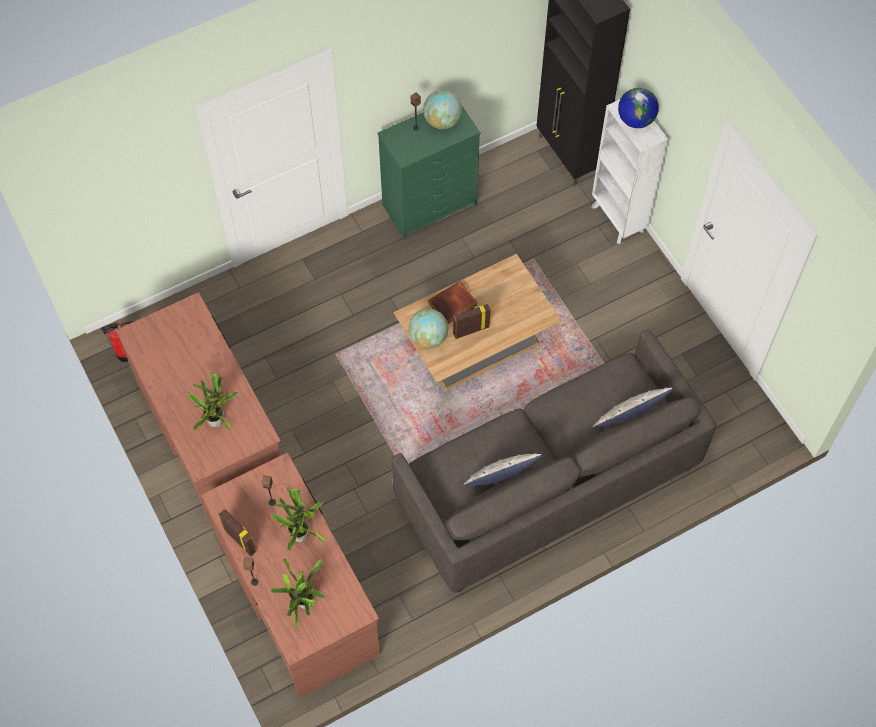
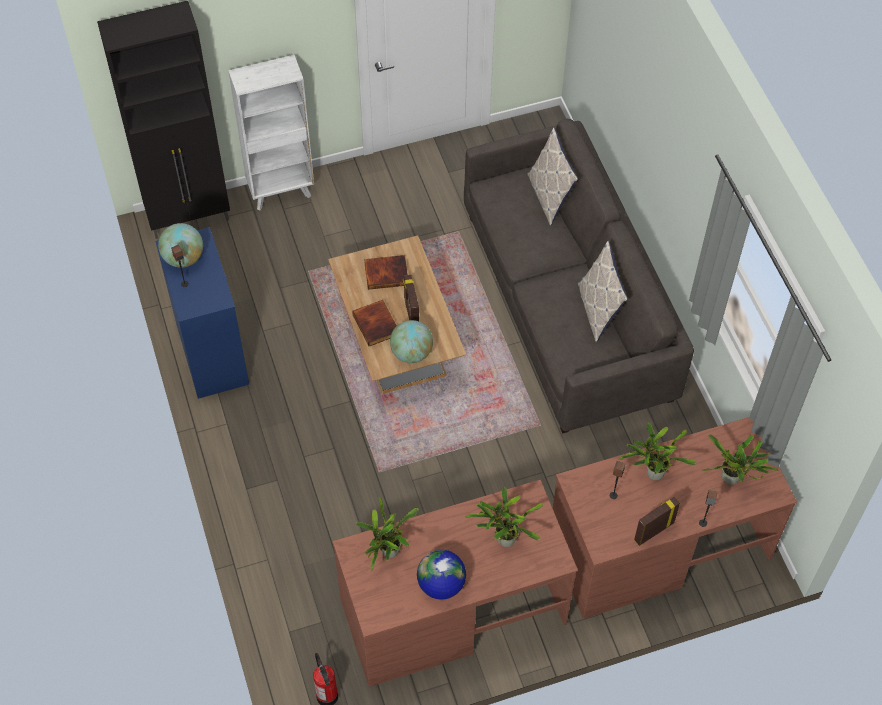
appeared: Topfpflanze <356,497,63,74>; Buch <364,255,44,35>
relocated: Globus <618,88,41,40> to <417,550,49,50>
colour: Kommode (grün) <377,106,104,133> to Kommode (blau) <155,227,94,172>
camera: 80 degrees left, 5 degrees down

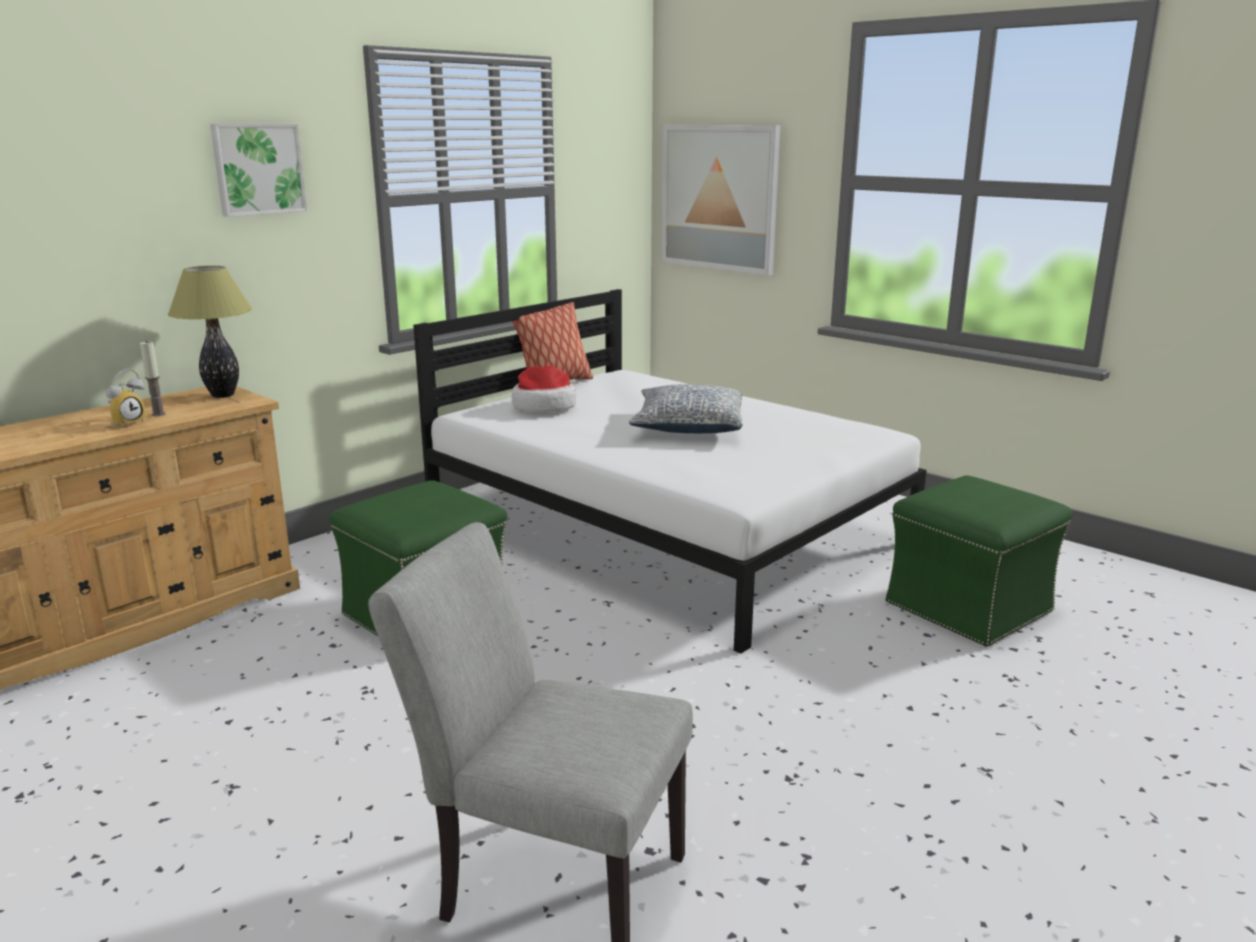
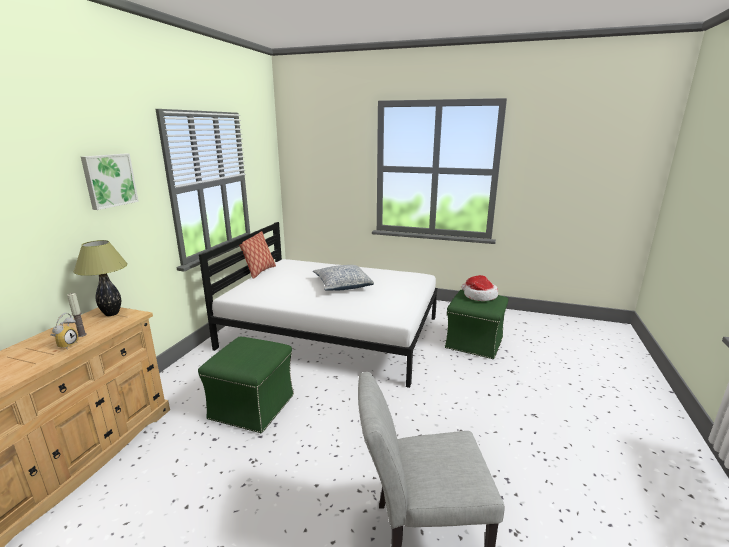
missing: Bild <662,125,118,150>
relocated: Hut <512,365,64,47> to <461,275,37,26>
camera: 25 degrees left, 0 degrees up

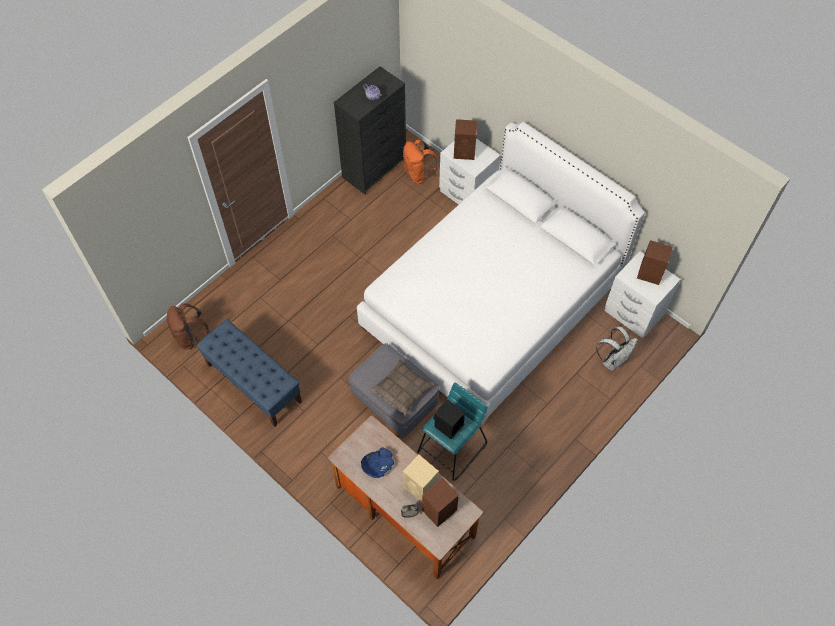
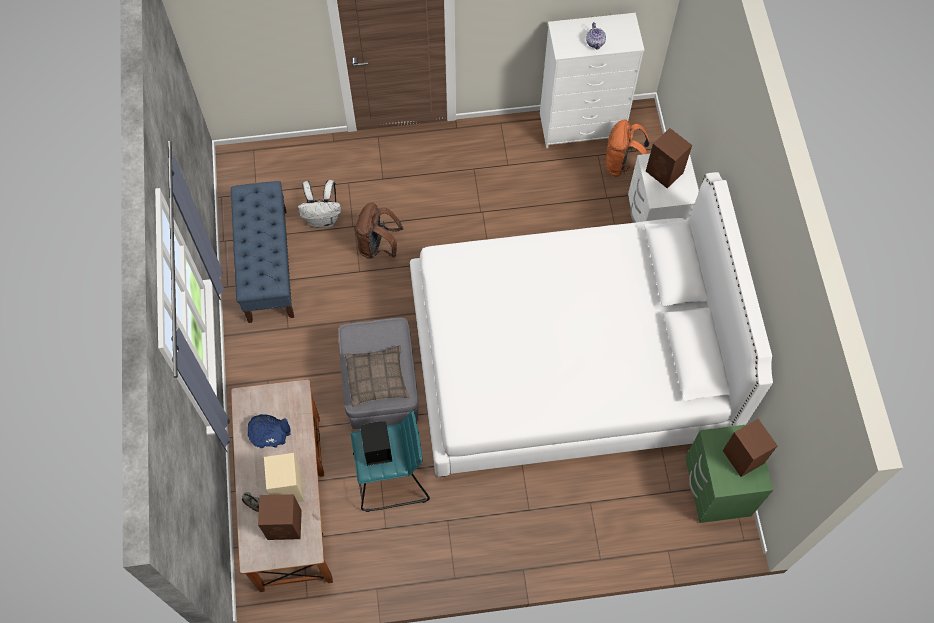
relocated: Rucksack (braun) <167,303,43,47> to <354,202,50,57>; Rucksack (weiß) <596,326,42,45> to <298,180,43,47>
colour: Kommode (schwarz) <333,66,73,128> to Kommode (weiß) <540,13,104,135>; Nachttisch (weiß) <604,251,77,87> to Nachttisch (grün) <686,424,87,99>
camera: 40 degrees right, 5 degrees up

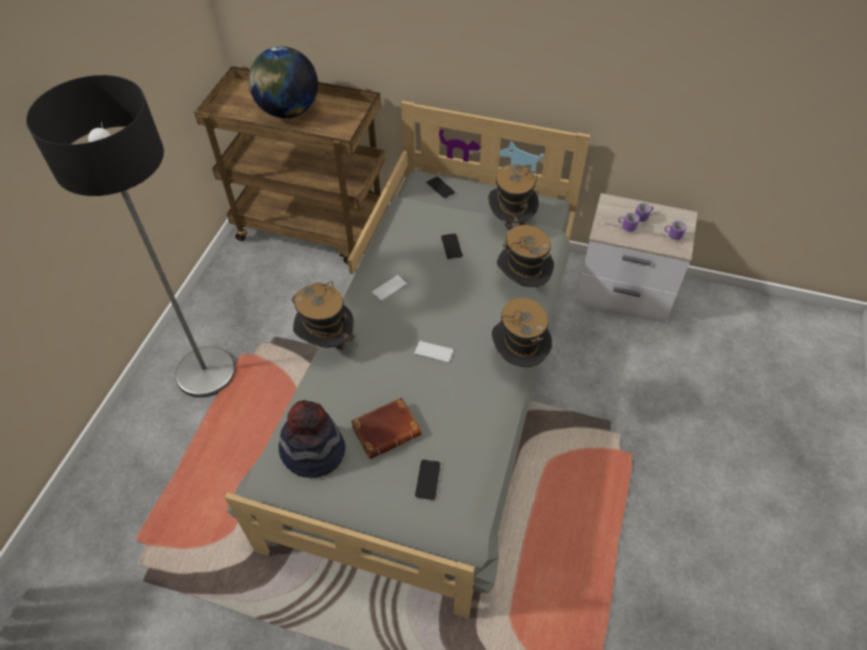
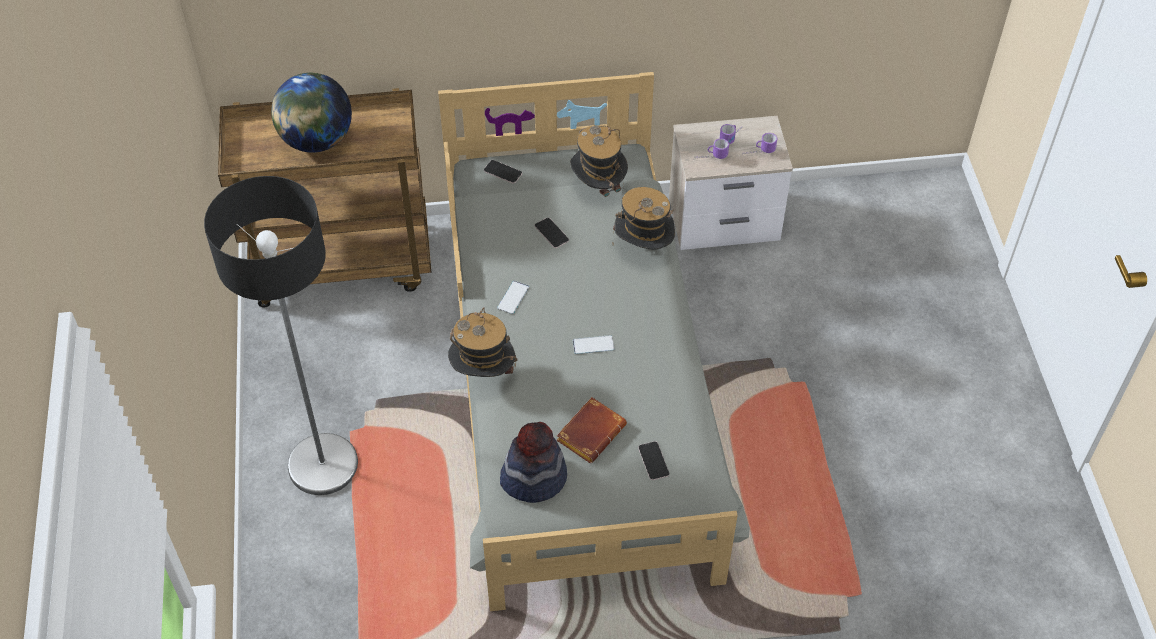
missing: Hut <492,298,60,69>
camera: 25 degrees left, 0 degrees up

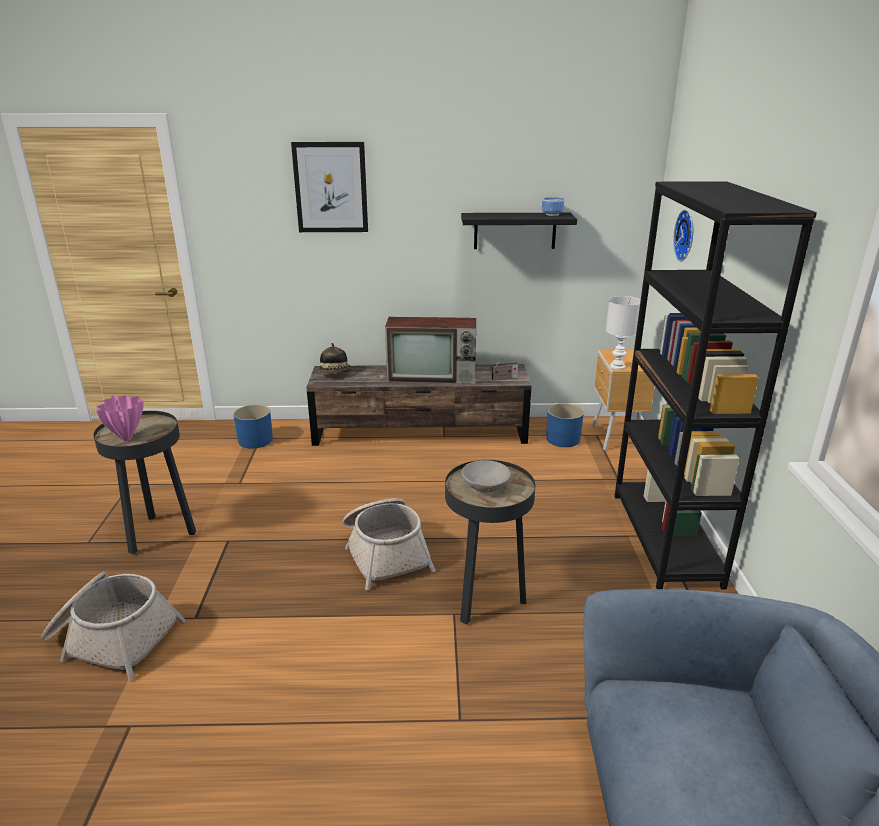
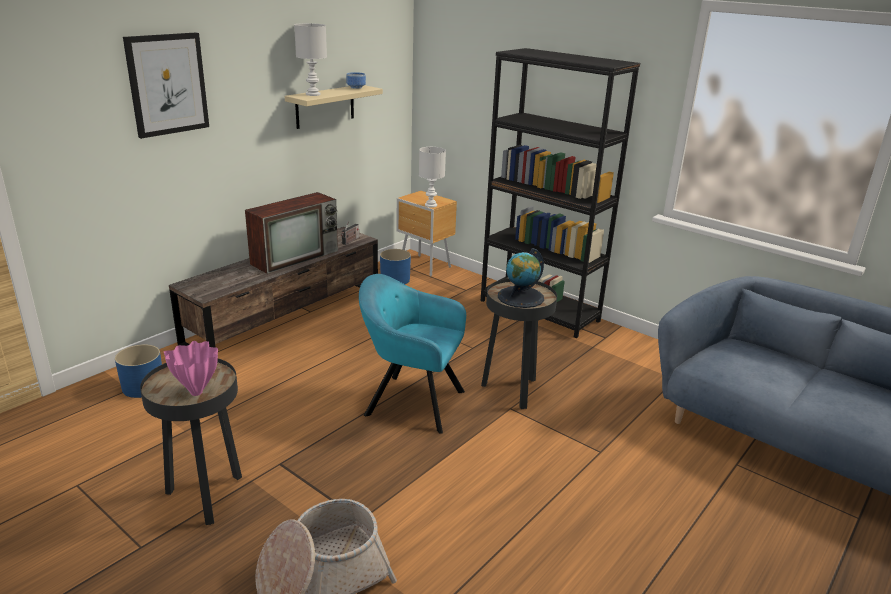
missing: Hut <318,343,33,32>; Wanduhr <673,209,20,53>
appeared: Tischlampe (weiß) <294,23,33,73>
exchanged: Korb <342,498,94,92> to Sessel (türkis) <359,274,107,160>; Schüssel (grau) <462,460,49,33> to Globus <498,248,46,60>
colour: Wandregal (schwarz) <461,213,116,36> to Wandregal (beige) <285,85,98,44>
camera: 50 degrees left, 0 degrees up

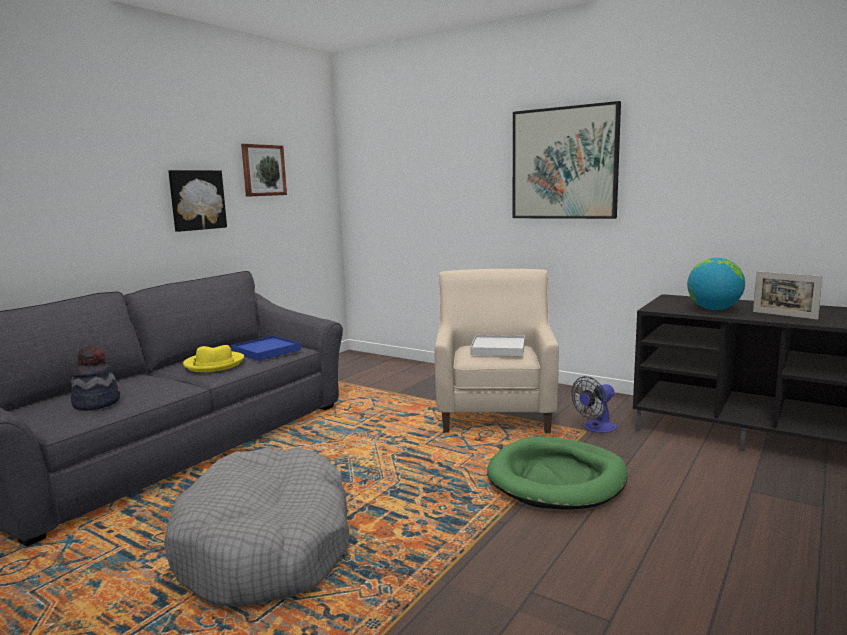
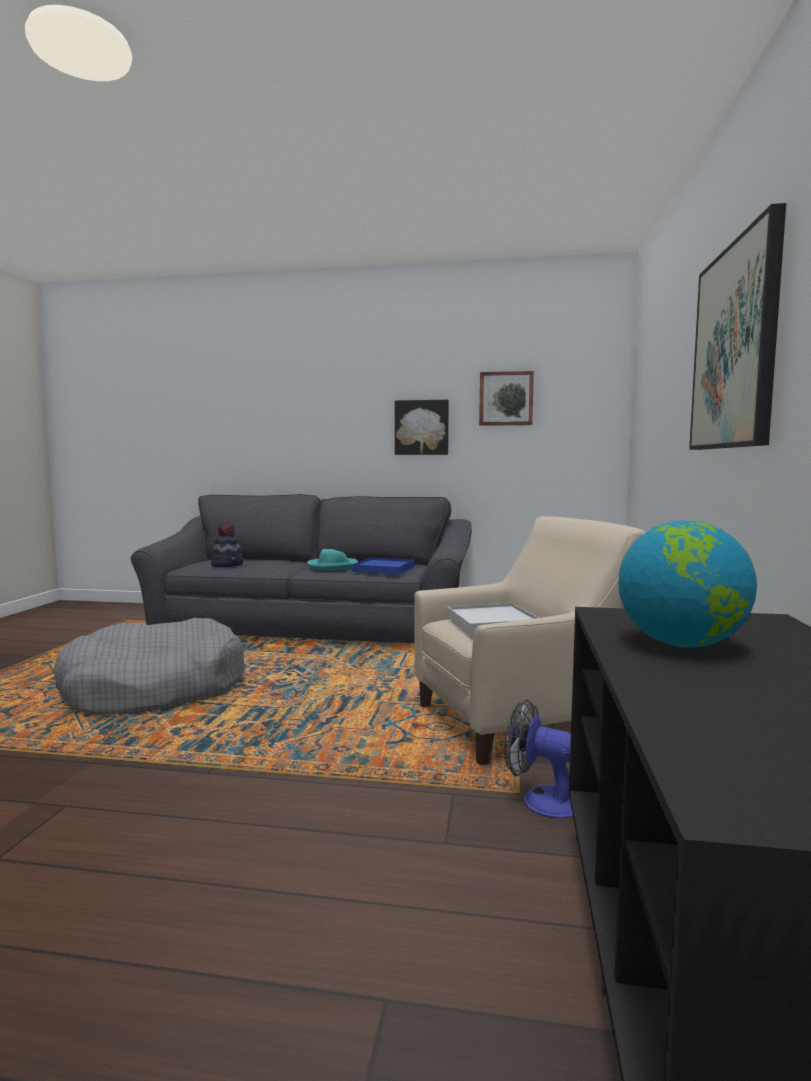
missing: Hundebett (grün) <487,436,141,74>; Bilderrahmen <753,271,70,49>
colour: Hut (gelb) <183,345,61,27> to Hut (türkis) <307,549,51,22>
camera: 65 degrees right, 5 degrees down

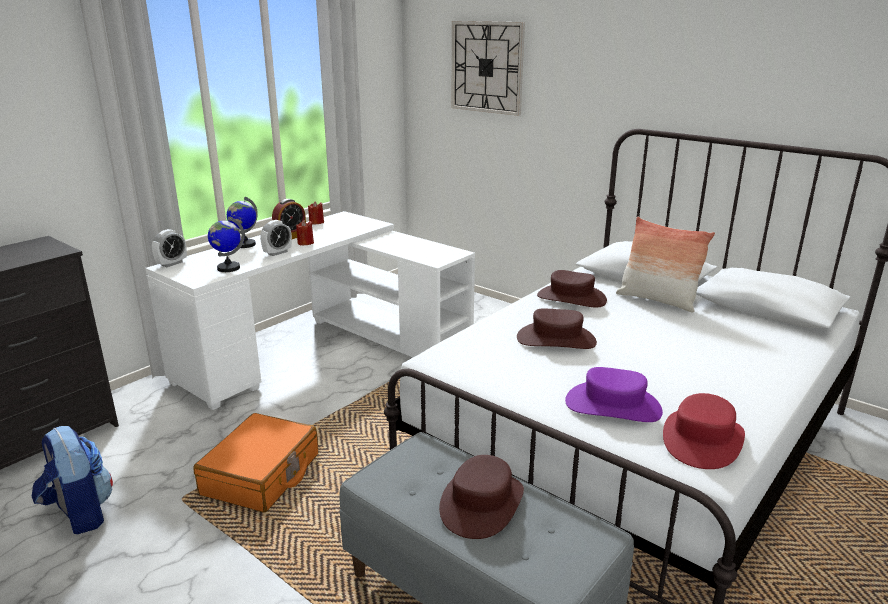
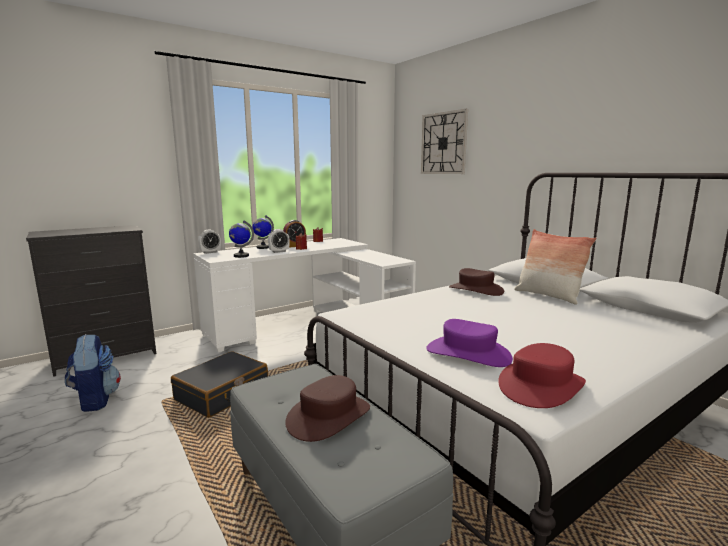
missing: Hut (braun) <517,309,80,40>
colour: Koffer (orange) <193,413,125,100> to Koffer (schwarz) <171,351,97,67>
camera: 15 degrees right, 10 degrees down

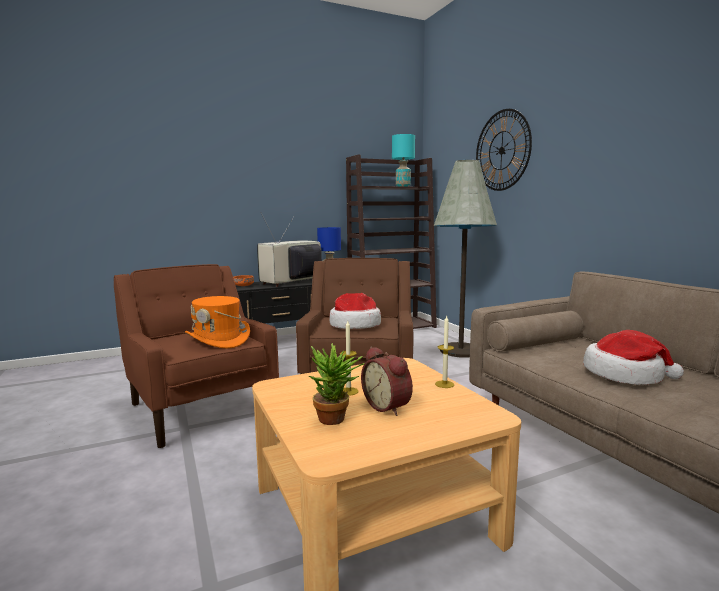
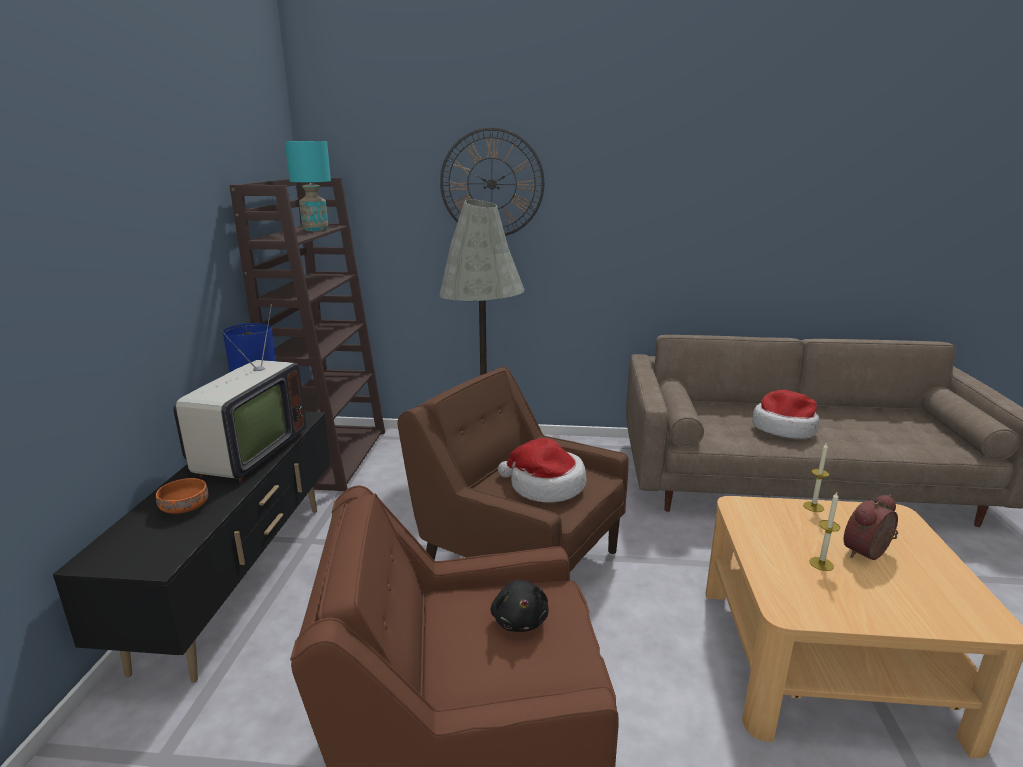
missing: Topfpflanze <309,343,56,82>
exchanged: Hut (orange) <185,296,65,53> to Plüschtier (schwarz) <490,580,58,52>
spun: Fernseher <257,213,65,74> = <173,304,133,179> 150 degrees counterclockwise; Wecker <361,347,52,69> = <844,495,54,65> 150 degrees clockwise
camera: 60 degrees left, 10 degrees up

